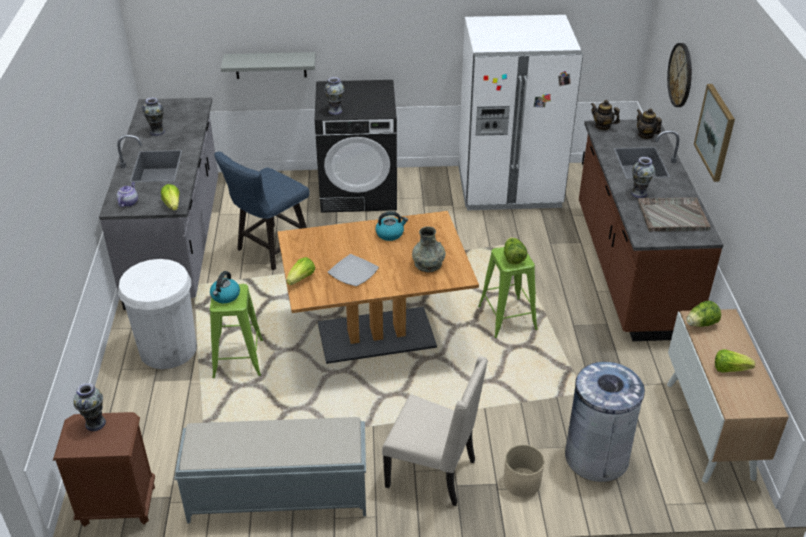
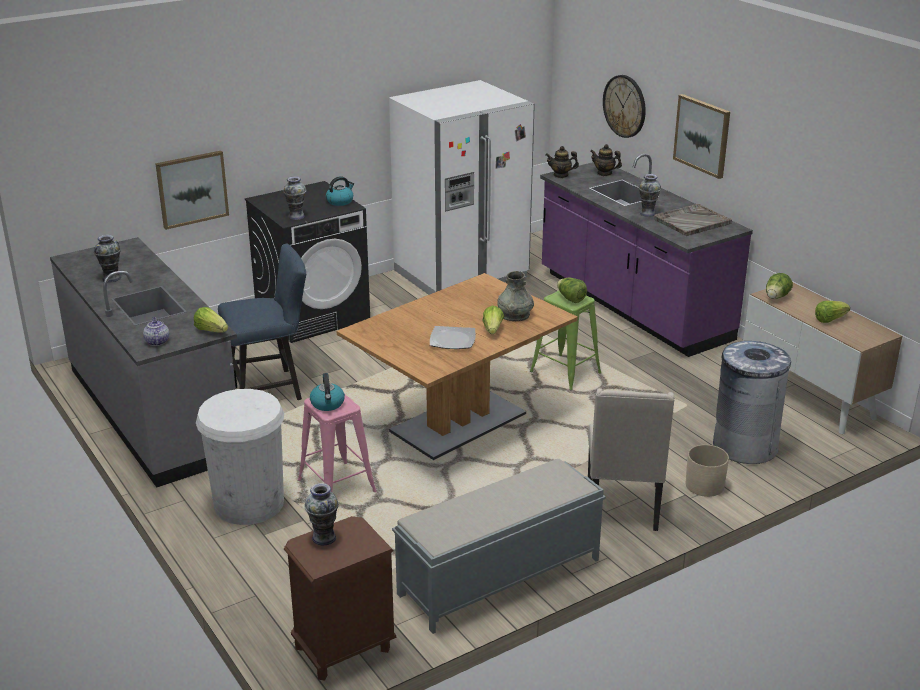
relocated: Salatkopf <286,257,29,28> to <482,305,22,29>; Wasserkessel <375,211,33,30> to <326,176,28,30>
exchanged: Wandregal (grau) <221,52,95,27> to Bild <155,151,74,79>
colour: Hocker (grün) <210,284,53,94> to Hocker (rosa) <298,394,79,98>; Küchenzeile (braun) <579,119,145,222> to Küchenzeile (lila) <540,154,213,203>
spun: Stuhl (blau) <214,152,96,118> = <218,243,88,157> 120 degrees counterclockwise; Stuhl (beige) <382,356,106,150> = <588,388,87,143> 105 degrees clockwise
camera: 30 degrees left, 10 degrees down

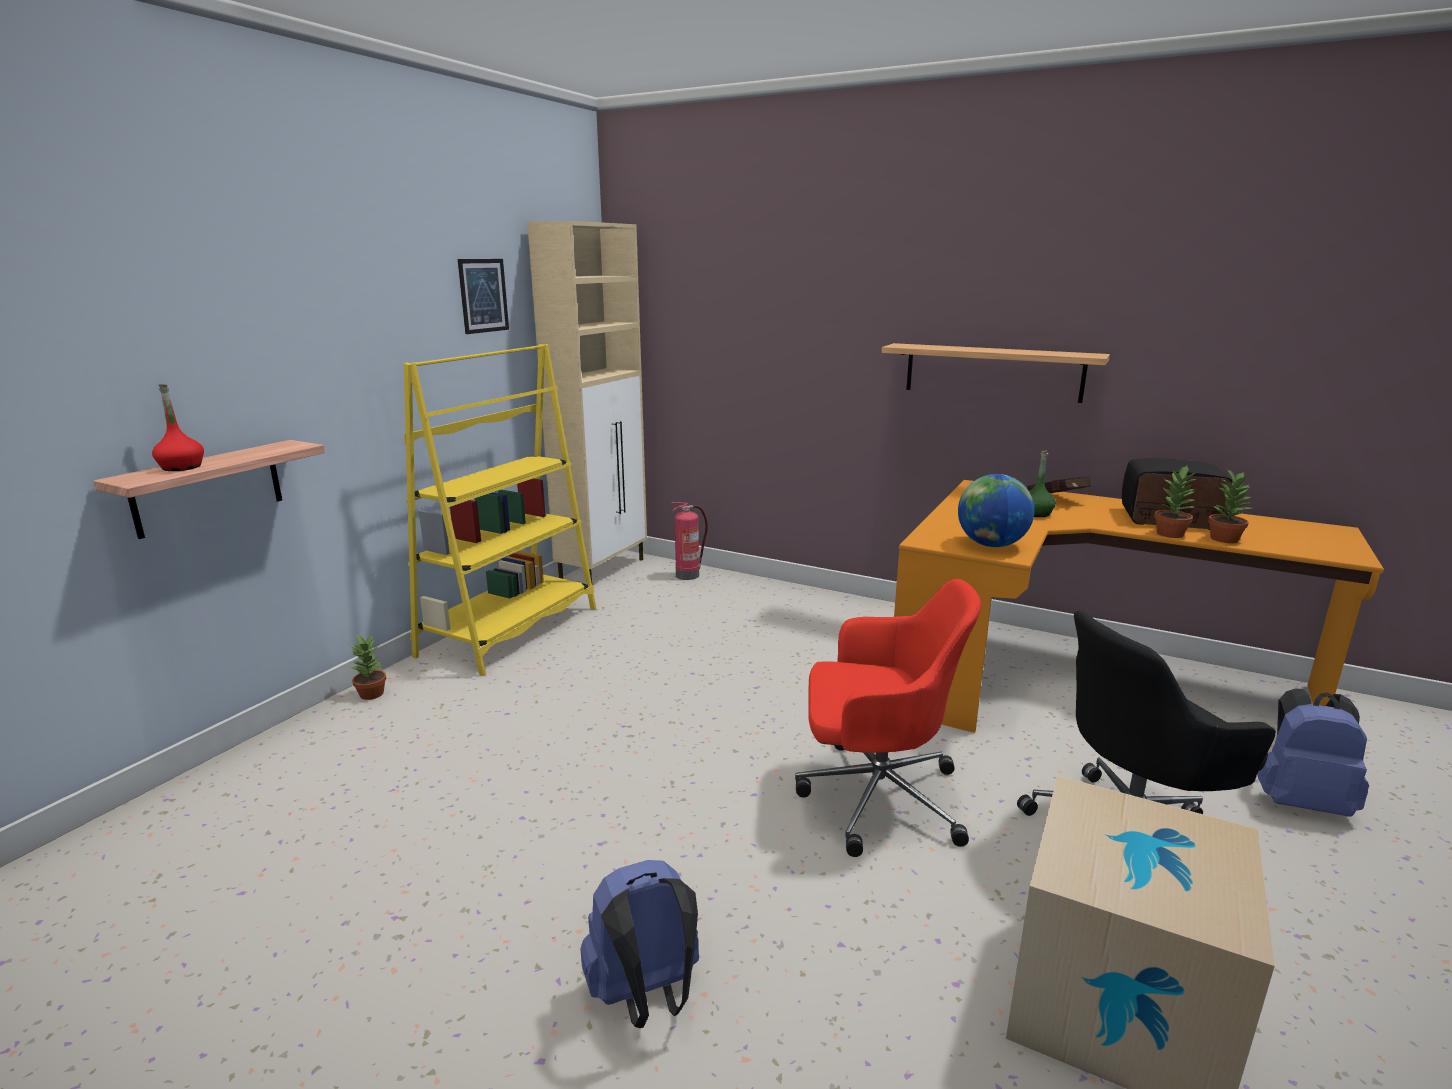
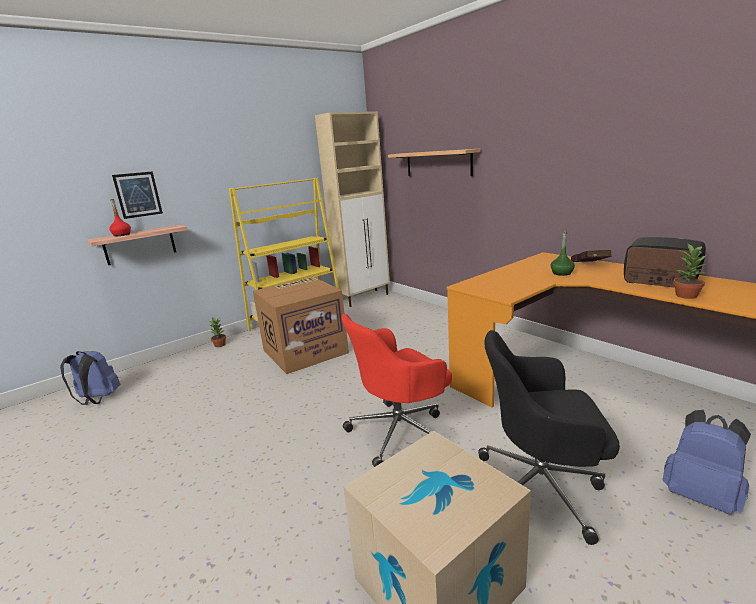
missing: Feuerlöscher <671,502,37,78>; Globus <958,474,77,73>; Topfpflanze <1154,466,42,72>
appeared: Karton <253,277,96,97>
relocated: Bild <458,259,51,75> to <112,171,51,48>; Rucksack (blau) <580,860,119,168> to <60,351,60,54>; Wandregal <882,343,228,60> to <388,149,93,27>
spun: Bürostuhl (rot) <795,579,186,278> = <342,314,110,153> 120 degrees clockwise
camera: 25 degrees right, 0 degrees up

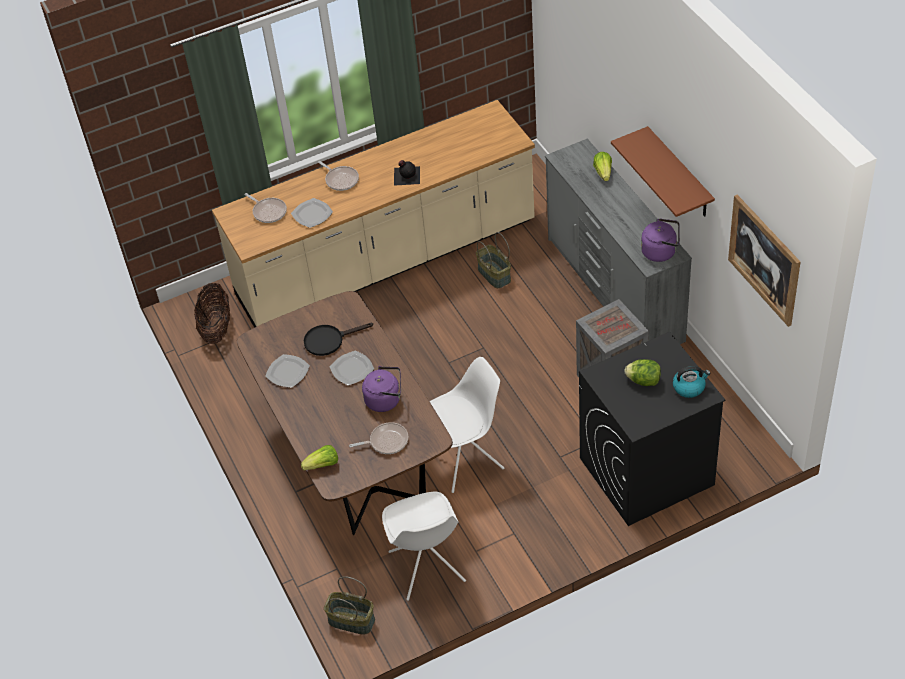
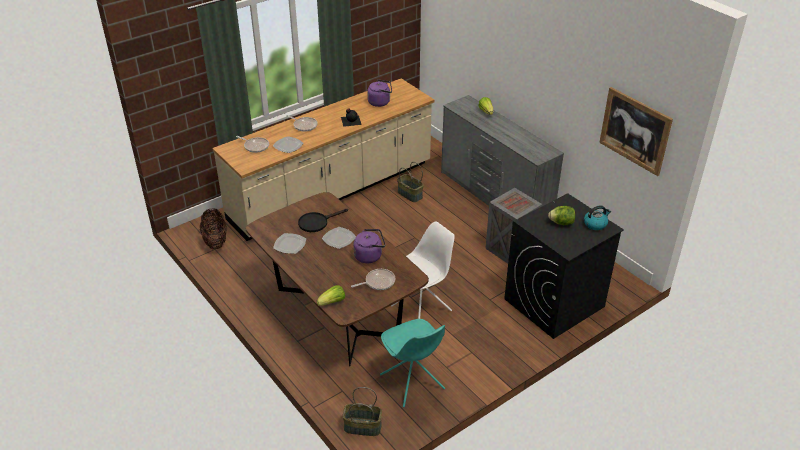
missing: Wandregal (braun) <611,126,104,91>
relocated: Wasserkessel (lila) <641,218,39,44> to <367,79,25,28>
colour: Stuhl (weiß) <382,491,84,110> to Stuhl (türkis) <380,319,65,88>
camera: 15 degrees left, 10 degrees down

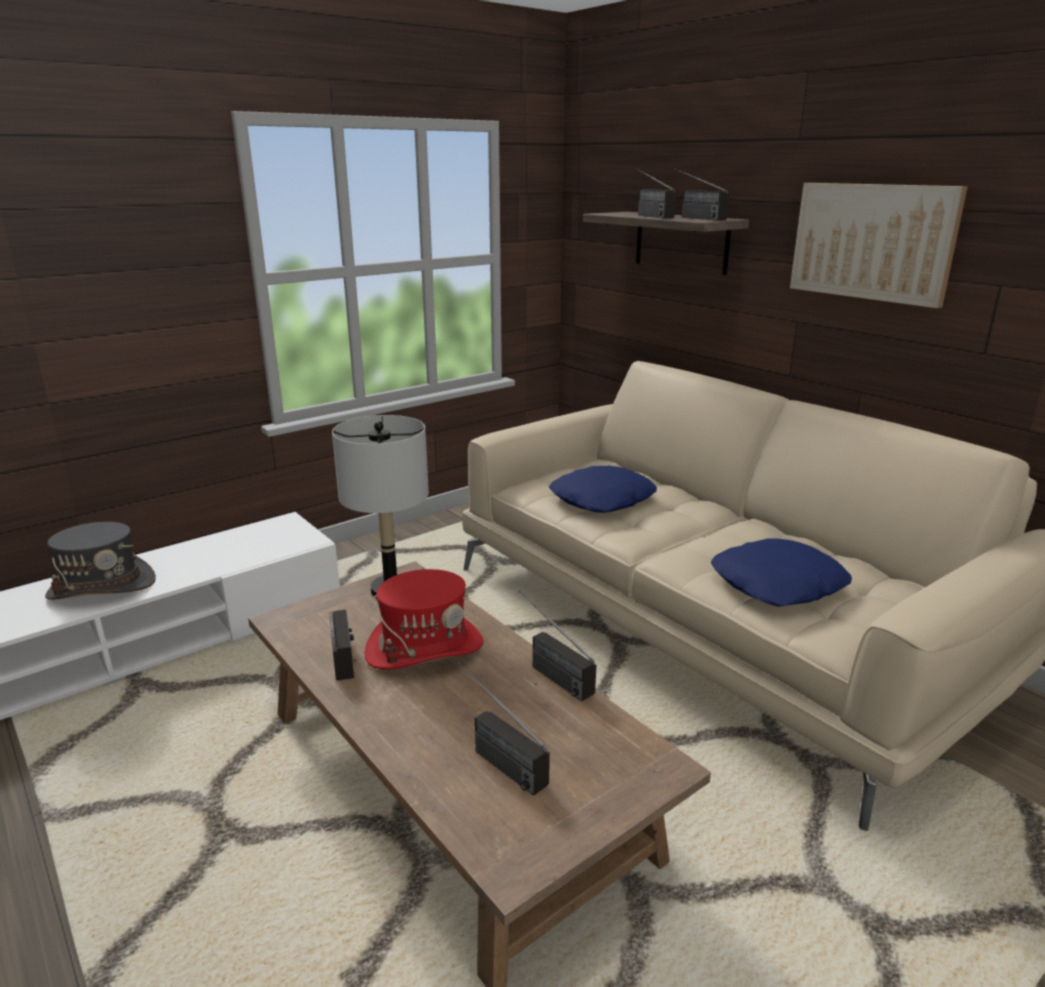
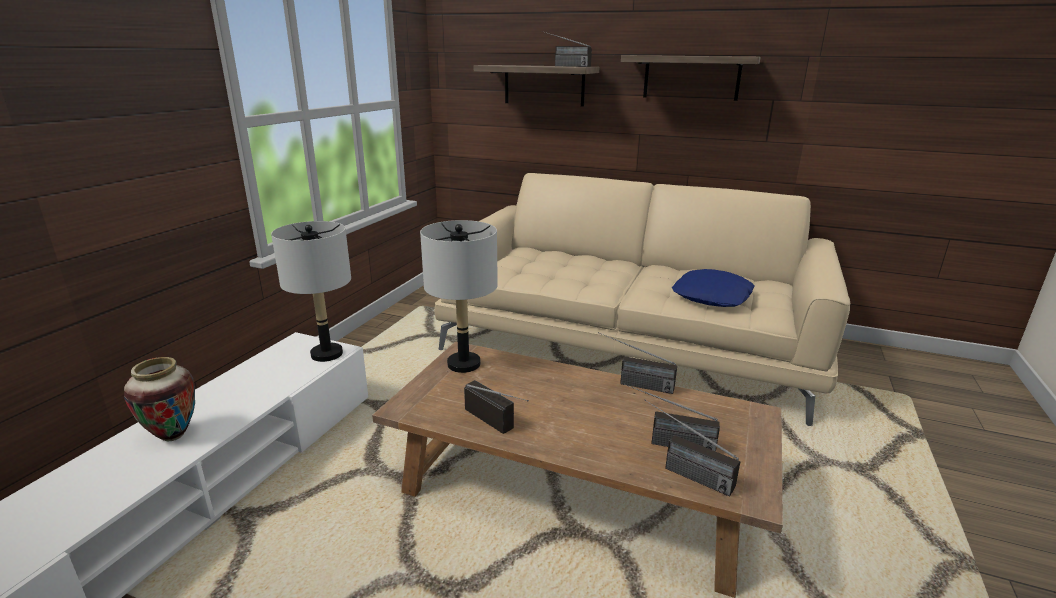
missing: Hut (rot) <364,569,120,100>; Kissen (blau) <549,466,108,47>
appeared: Tischlampe (grau) <271,221,80,141>
relocated: Radio <636,168,40,50> to <644,400,96,97>
exchanged: Hut (grau) <45,522,111,78> to Vase <124,357,71,84>; Bild <790,183,178,125> to Wandregal <621,55,140,46>
camera: 30 degrees left, 0 degrees up

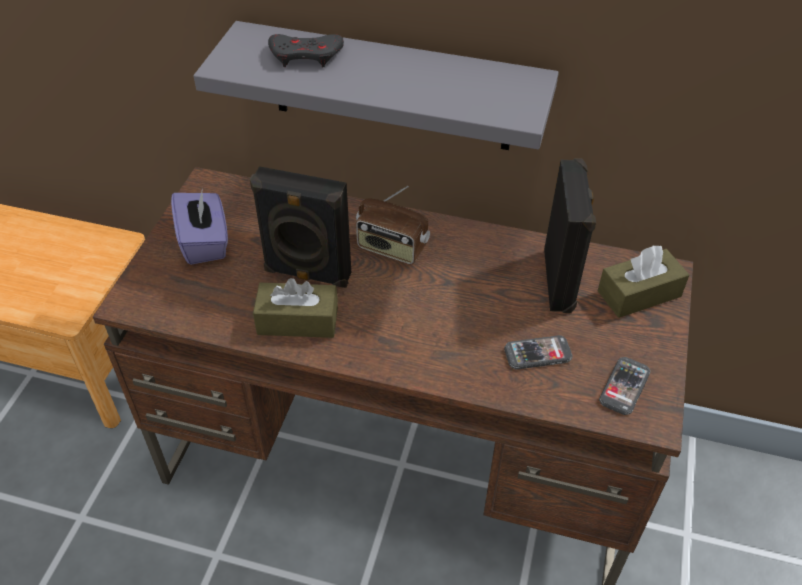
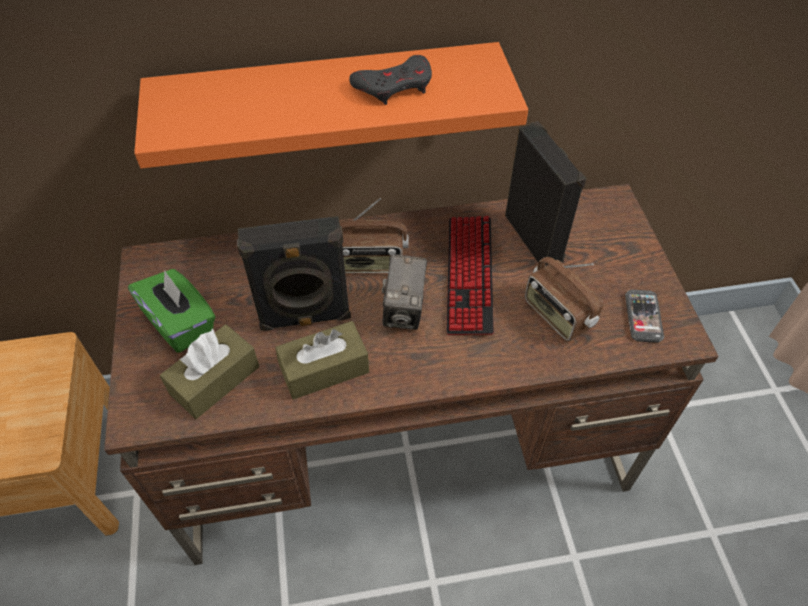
appeared: Kamera <382,254,45,76>; Tastatur <446,216,48,119>
relocated: Gamepad (grau) <268,34,76,33> to <349,55,83,50>; Taschentuchbox (braun) <598,245,91,73> to <160,324,99,95>
exchanged: Handy <504,335,69,34> to Radio <525,257,78,84>
colour: Taschentuchbox (lila) <171,188,57,77> to Taschentuchbox (grün) <128,269,88,84>; Wandregal (grau) <194,21,365,129> to Wandregal (orange) <134,42,394,127>
camera: 25 degrees left, 5 degrees up

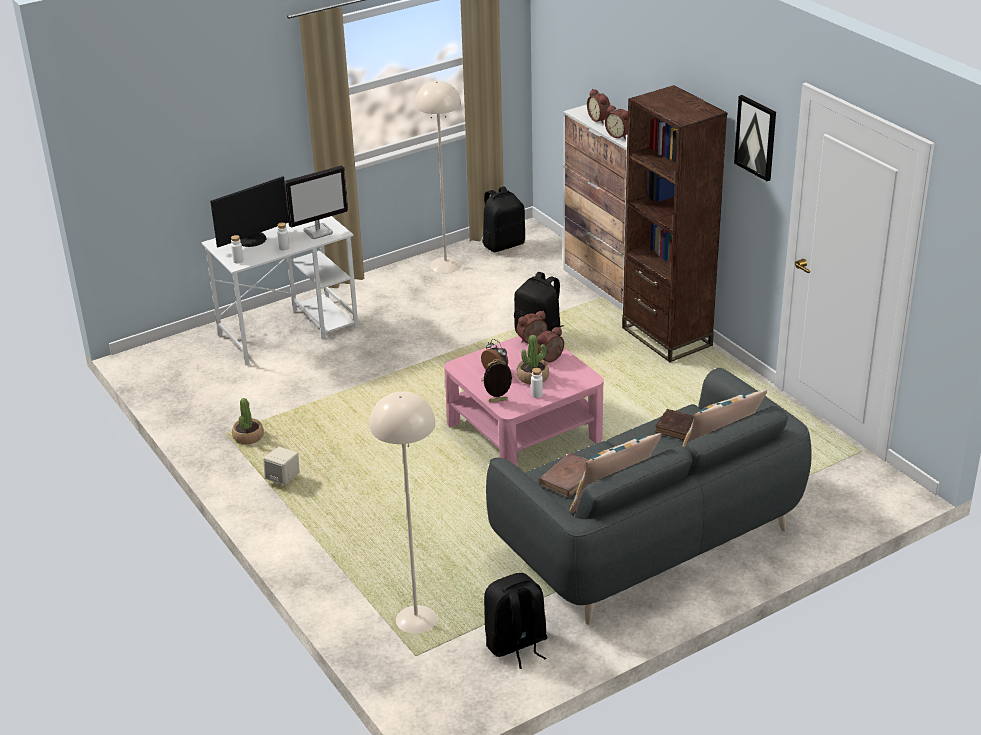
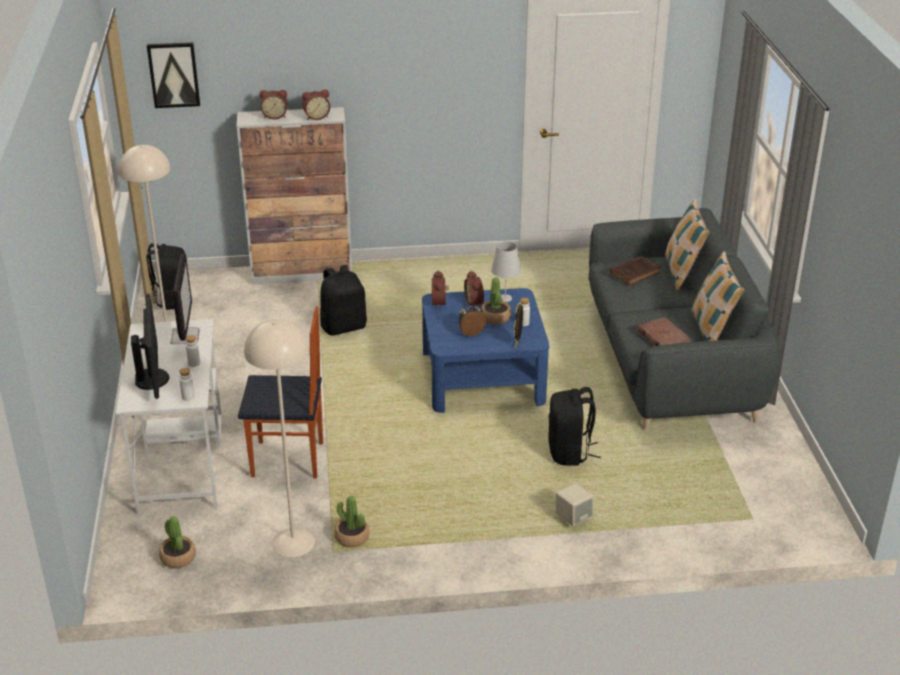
missing: Bücherregal (braun) <622,85,105,277>
appeared: Topfpflanze <159,516,37,52>; Stuhl <238,306,85,172>; Tischlampe (weiß) <491,241,30,61>
relocated: Lautsprecher (beige) <263,447,36,38> to <556,483,38,43>; Stehlampe (beige) <369,391,68,243> to <244,319,71,238>; Rucksack (schwarz) <484,573,63,96> to <548,387,53,79>; Bild <734,95,42,86> to <147,42,53,66>
colour: Couchtisch (rosa) <444,336,160,131> to Couchtisch (blau) <422,288,127,125>
camera: 65 degrees left, 0 degrees up

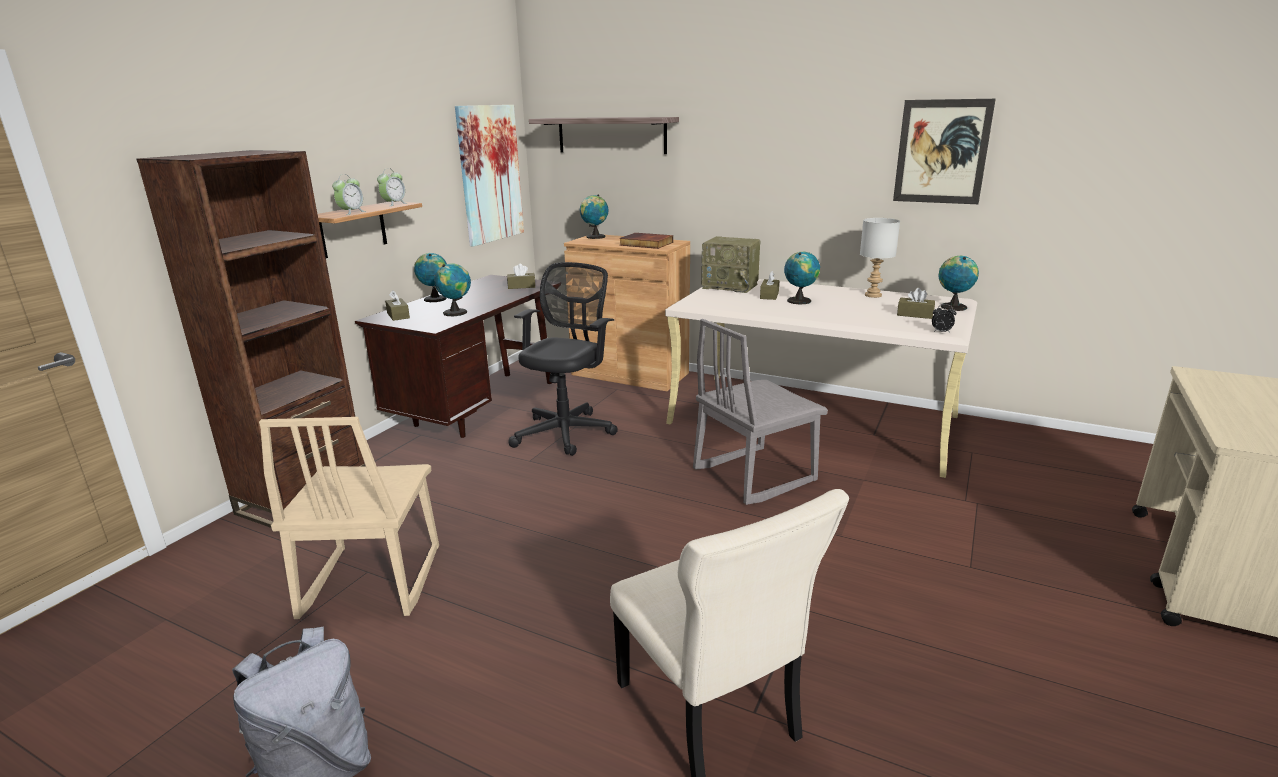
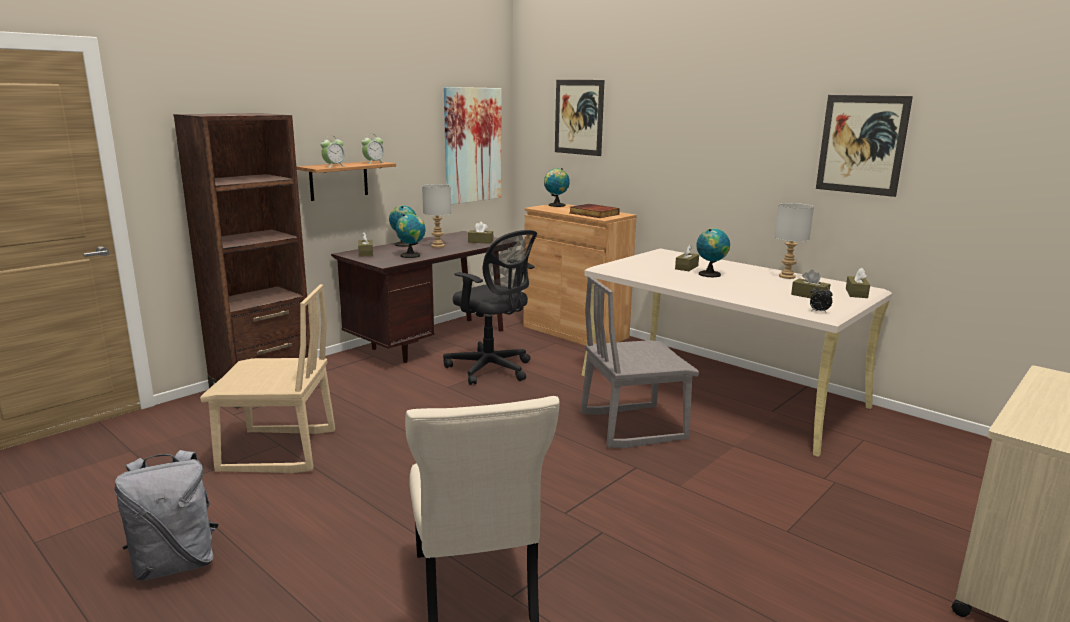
missing: Radio <701,236,60,57>
appeared: Tischlampe (grau) <422,184,29,64>
exchanged: Wandregal <529,117,150,37> to Bild <555,80,49,76>; Globus <938,256,41,55> to Taschentuchbox (braun) <846,268,24,30>
spun: Stuhl (beige) <259,417,180,202> = <200,284,135,189> 105 degrees counterclockwise; Bürostuhl (schwarz) <508,262,110,194> = <443,230,94,155> 90 degrees clockwise
camera: 15 degrees right, 5 degrees down

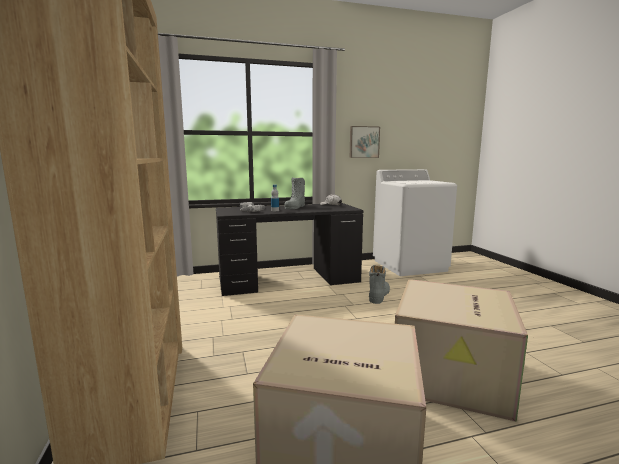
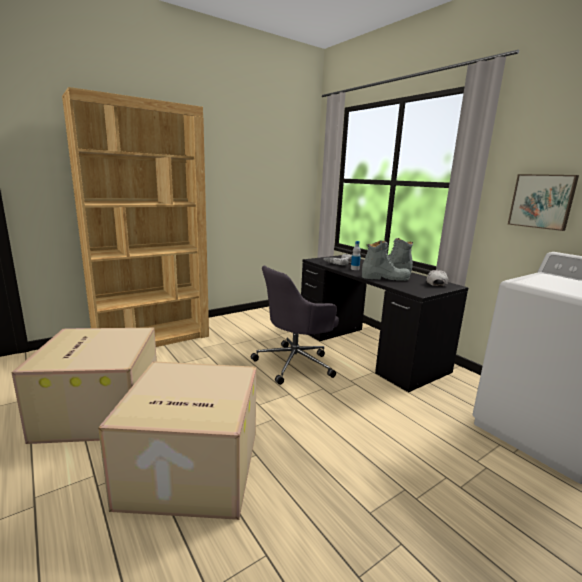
appeared: Bürostuhl (grau) <251,265,88,120>
relocated: Stiefel (grau) <369,265,21,39> to <362,240,48,41>
camera: 70 degrees right, 5 degrees up

